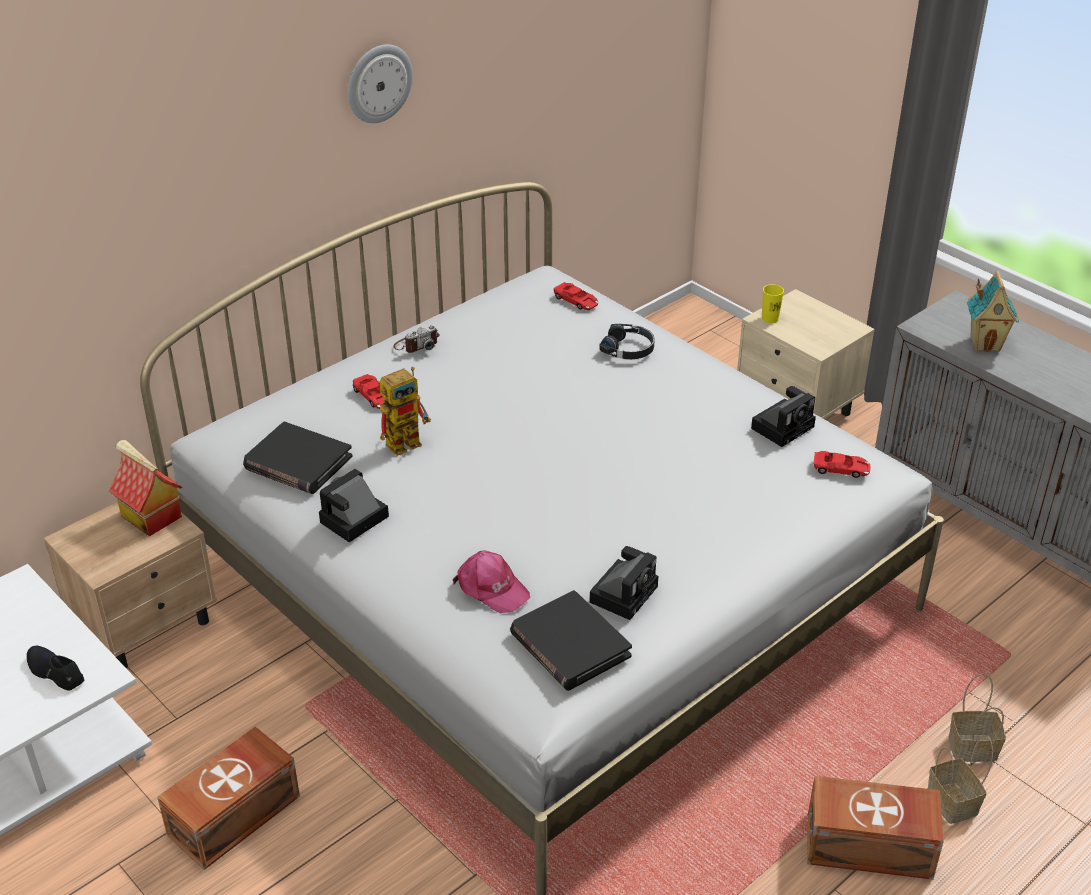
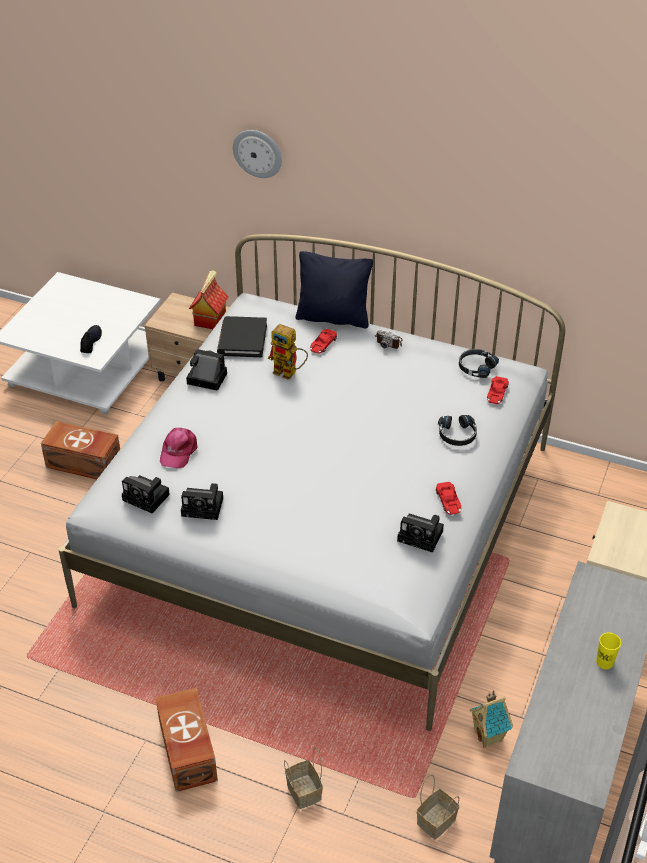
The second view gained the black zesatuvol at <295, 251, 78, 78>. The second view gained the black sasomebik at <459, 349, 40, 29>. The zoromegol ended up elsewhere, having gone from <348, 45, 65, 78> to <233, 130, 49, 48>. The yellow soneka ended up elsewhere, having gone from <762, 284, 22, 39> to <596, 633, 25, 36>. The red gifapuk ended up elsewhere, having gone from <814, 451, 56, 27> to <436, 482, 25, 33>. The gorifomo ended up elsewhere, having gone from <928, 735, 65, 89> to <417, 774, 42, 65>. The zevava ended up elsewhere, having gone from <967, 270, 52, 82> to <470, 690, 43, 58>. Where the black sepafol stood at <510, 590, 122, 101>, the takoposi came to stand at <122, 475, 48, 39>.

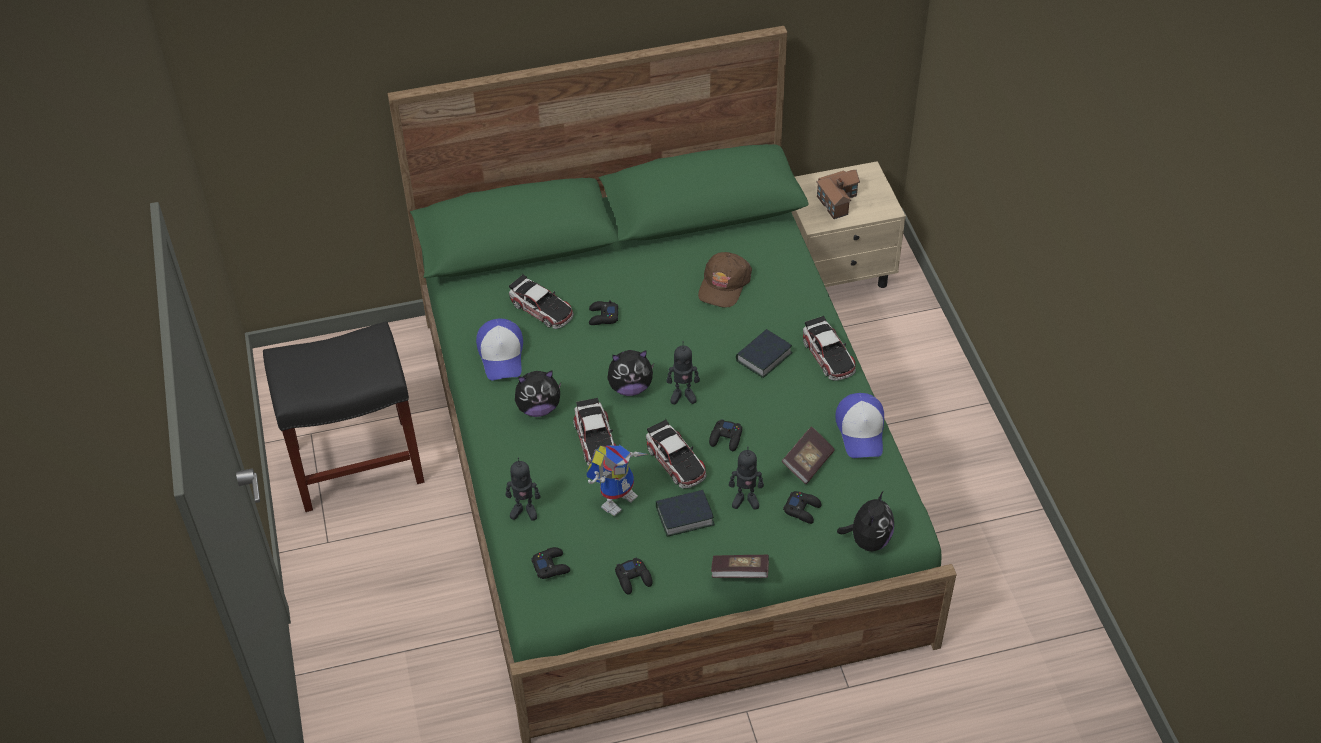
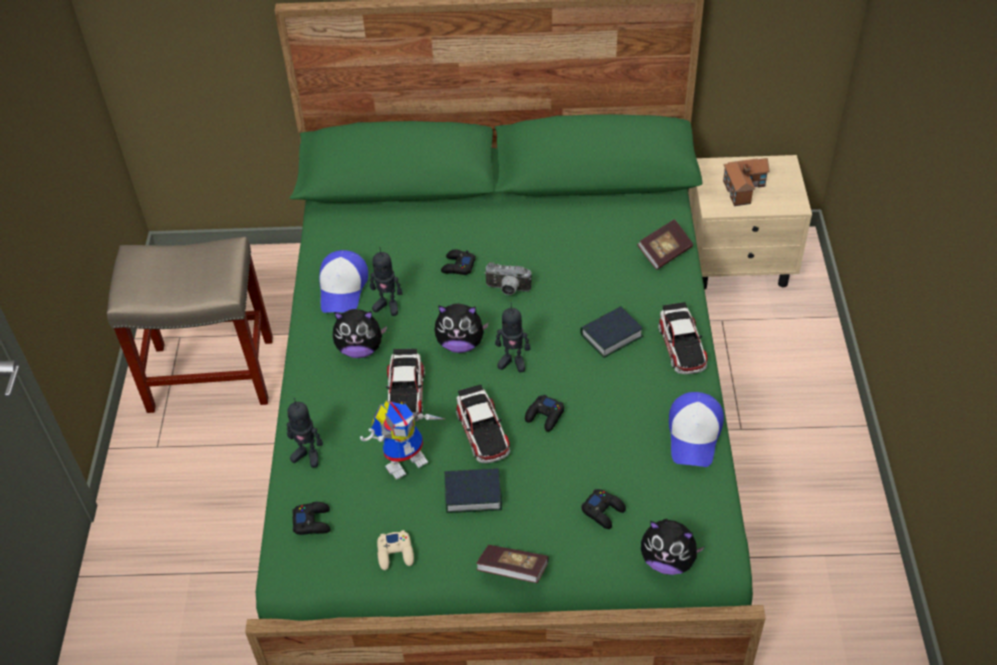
The second view lost the gifapuk at <509, 274, 65, 55>. The second view lost the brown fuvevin at <698, 252, 54, 56>. The second view gained the takoposi at <484, 262, 48, 33>. The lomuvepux ended up elsewhere, having gone from <729, 447, 35, 63> to <370, 247, 32, 69>. The sepafol ended up elsewhere, having gone from <781, 426, 54, 58> to <637, 219, 56, 51>. What was the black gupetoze at <263, 321, 161, 191> turned into the beige gupetoze at <107, 237, 166, 176>. What was the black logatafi at <615, 557, 38, 38> turned into the beige logatafi at <377, 530, 37, 40>. The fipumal at <837, 492, 57, 60> ended up facing another way, 75 degrees clockwise from before.

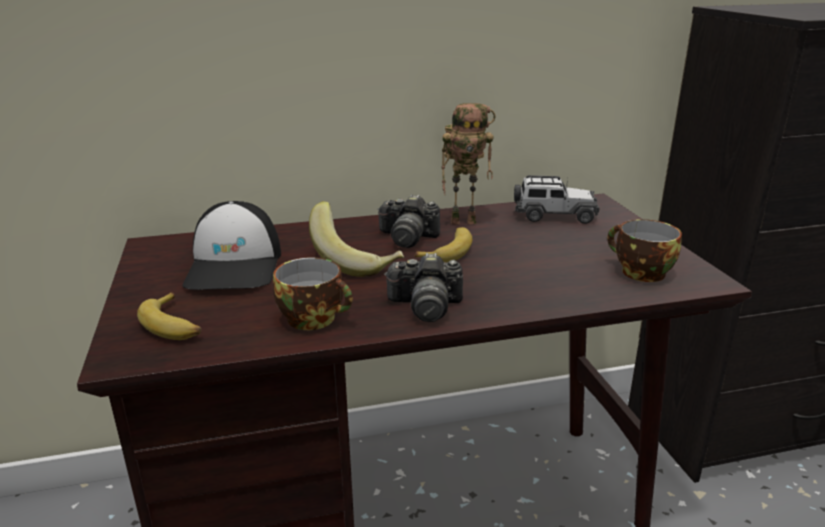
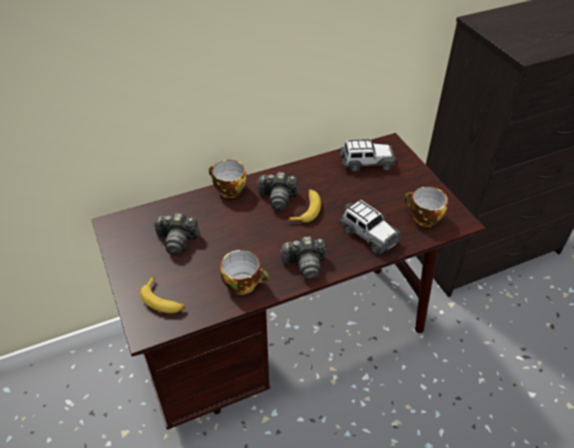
The second view lost the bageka at <309, 201, 95, 76>. The second view lost the lomuvepux at <441, 103, 55, 121>. The second view gained the soneka at <209, 160, 38, 38>. The second view gained the gifapuk at <340, 200, 61, 54>. Where the fuvevin stood at <182, 201, 99, 89>, the takoposi came to stand at <153, 213, 47, 42>.

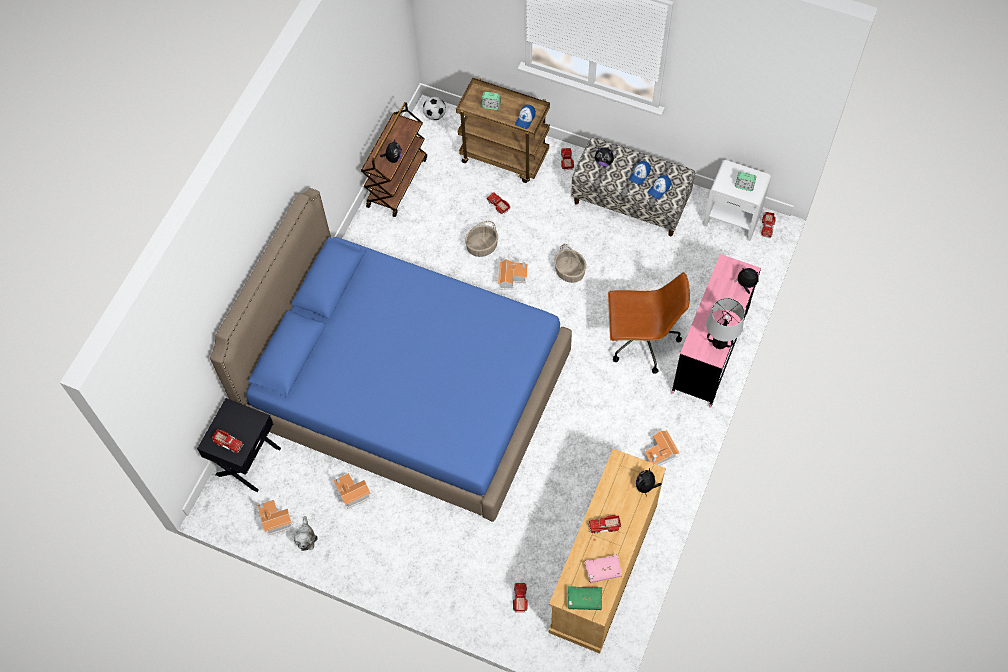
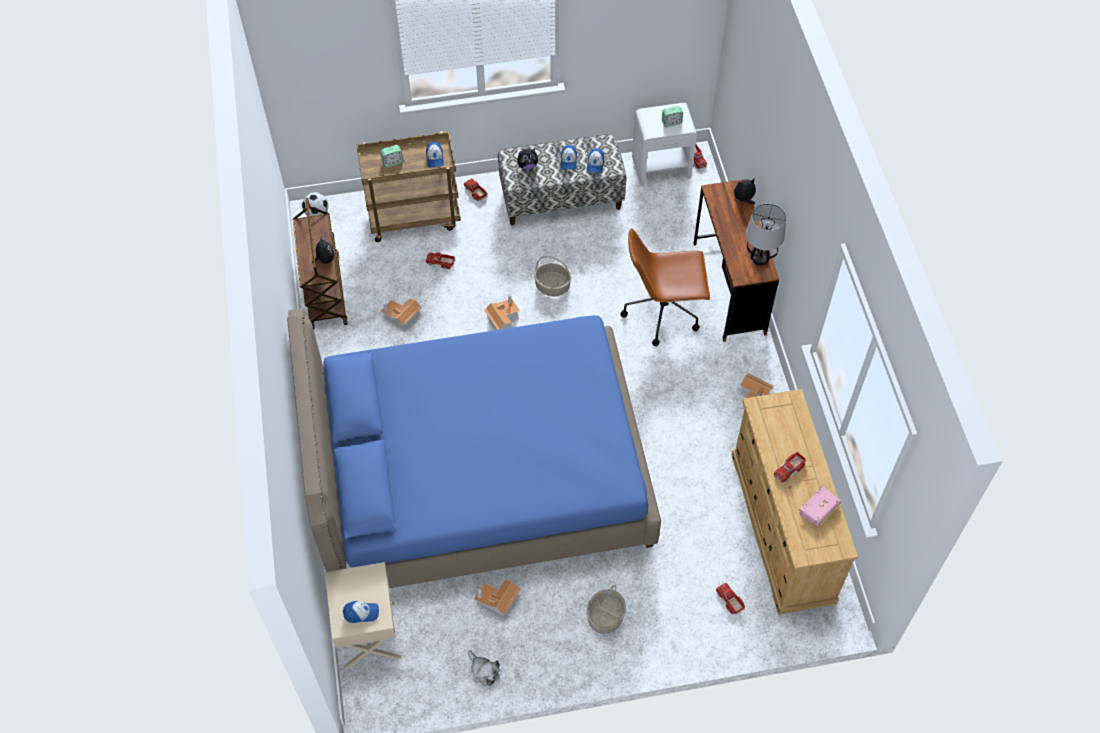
The second view lost the green sepafol at <568, 586, 34, 24>. The second view lost the fipumal at <636, 468, 26, 28>. The zevava ended up elsewhere, having gone from <257, 500, 36, 35> to <380, 299, 42, 33>. The gorifomo ended up elsewhere, having gone from <465, 221, 33, 36> to <587, 585, 39, 49>. Where the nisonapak stood at <212, 429, 32, 23>, the fuvevin came to stand at <343, 601, 36, 22>. What was the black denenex at <197, 398, 84, 94> turned into the beige denenex at <325, 562, 77, 107>. What was the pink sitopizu at <672, 254, 89, 154> turned into the brown sitopizu at <693, 179, 86, 163>. The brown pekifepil at <608, 272, 82, 102> ended up facing another way, 150 degrees counterclockwise from before.

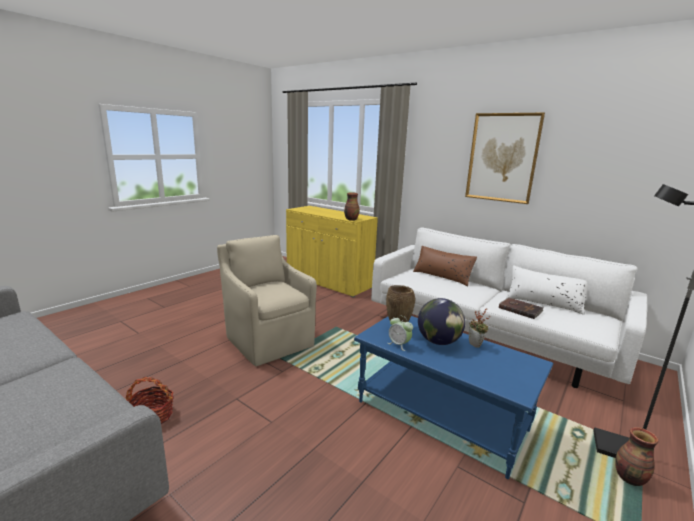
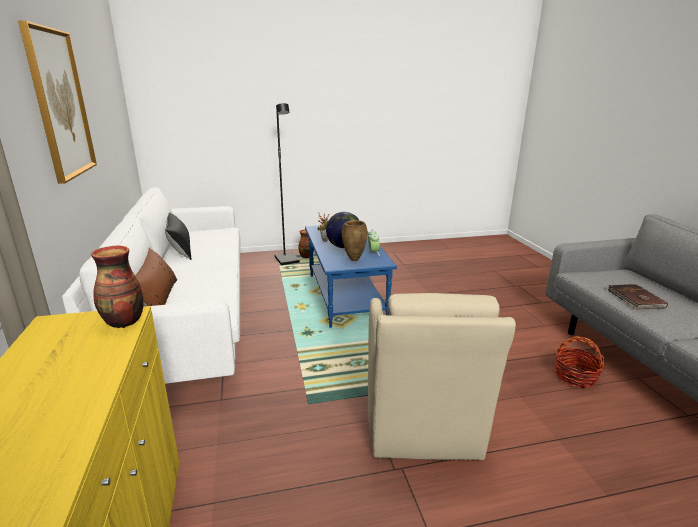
The brown sepafol ended up elsewhere, having gone from <499, 298, 45, 21> to <607, 284, 61, 26>. What was the white zesatuvol at <506, 266, 82, 49> turned into the black zesatuvol at <165, 212, 27, 48>.

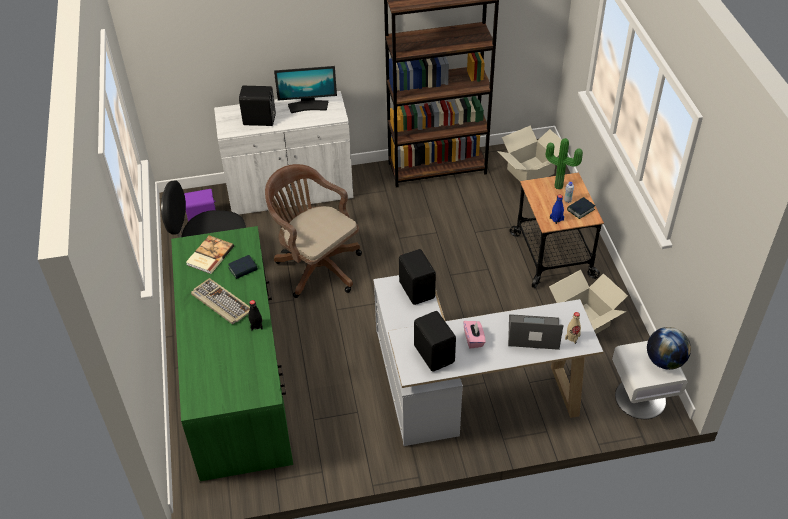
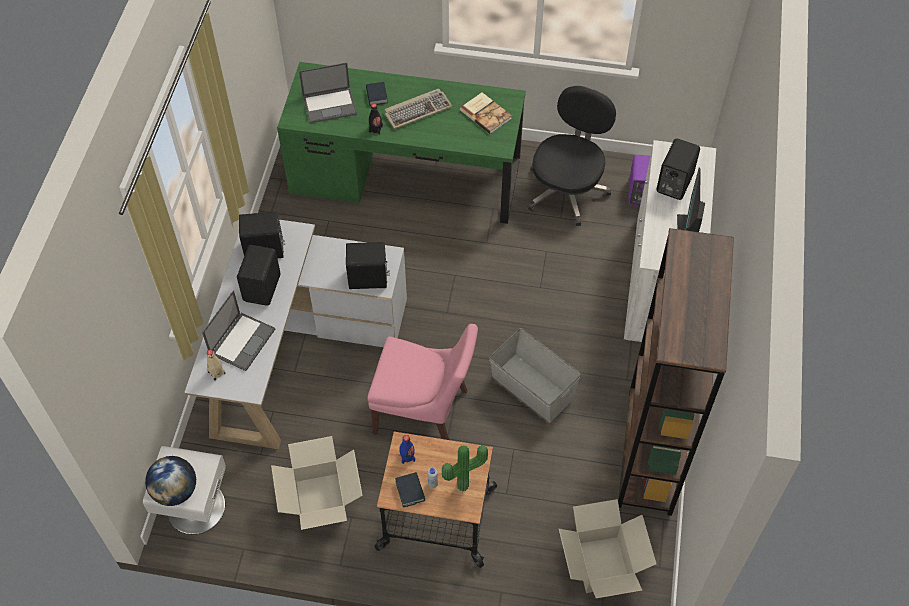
The second view lost the brown pekifepil at <265, 164, 97, 134>. The second view gained the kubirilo at <299, 63, 58, 61>. The second view gained the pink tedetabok at <367, 324, 111, 116>. The second view gained the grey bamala at <489, 328, 92, 94>. The sepafol ended up elsewhere, having gone from <228, 255, 30, 24> to <366, 82, 22, 24>. Where the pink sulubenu stood at <463, 321, 23, 28>, the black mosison came to stand at <237, 245, 44, 61>.

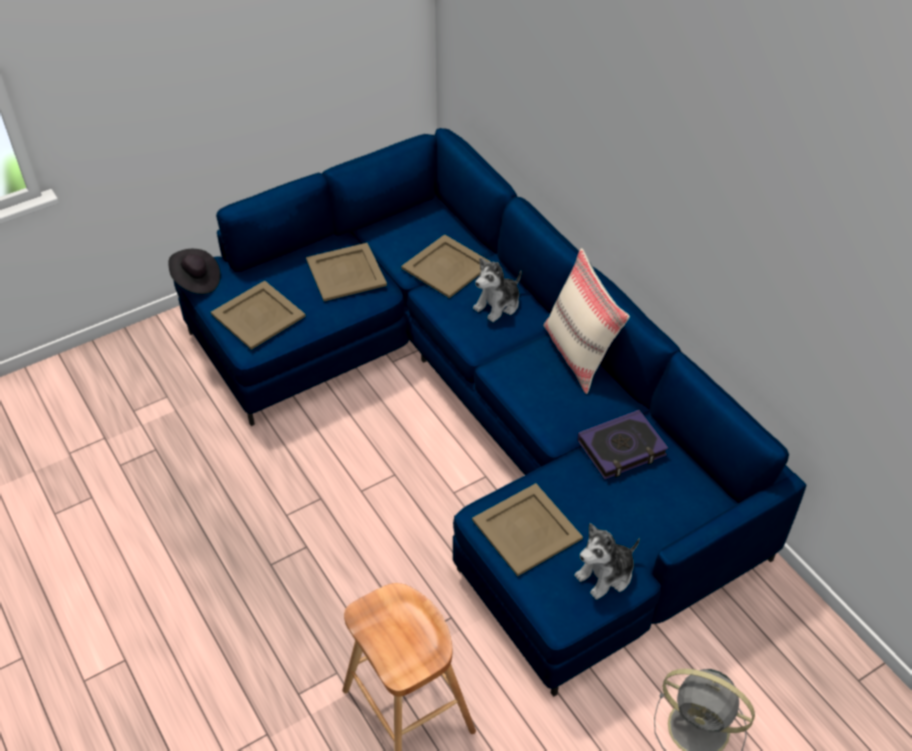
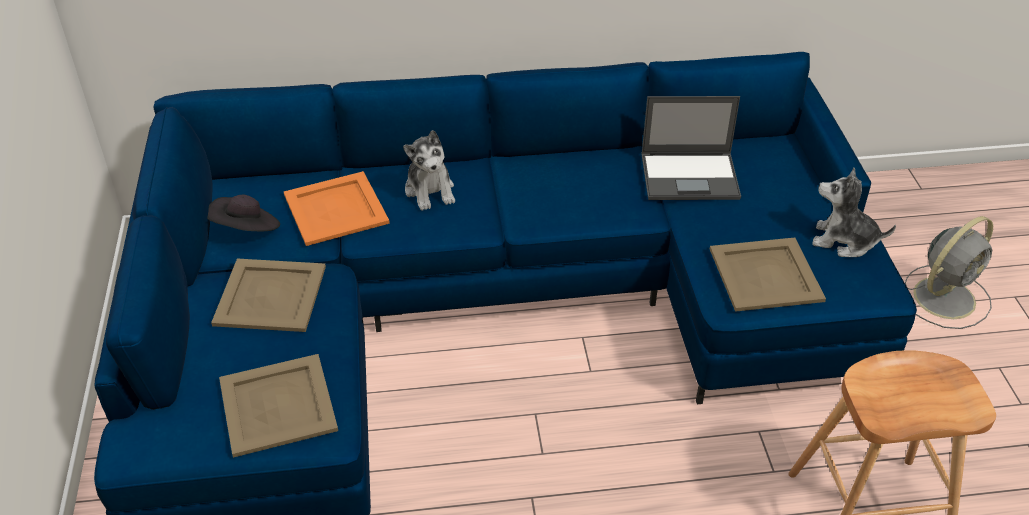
The second view lost the beige zesatuvol at <543, 248, 87, 146>. The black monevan ended up elsewhere, having gone from <168, 249, 53, 45> to <207, 195, 73, 36>. Where the sepafol stood at <577, 410, 92, 70>, the kubirilo came to stand at <641, 96, 100, 104>. What was the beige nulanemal at <401, 234, 90, 64> turned into the orange nulanemal at <284, 171, 106, 75>. The fipumal at <574, 523, 66, 77> ended up facing another way, 120 degrees clockwise from before.

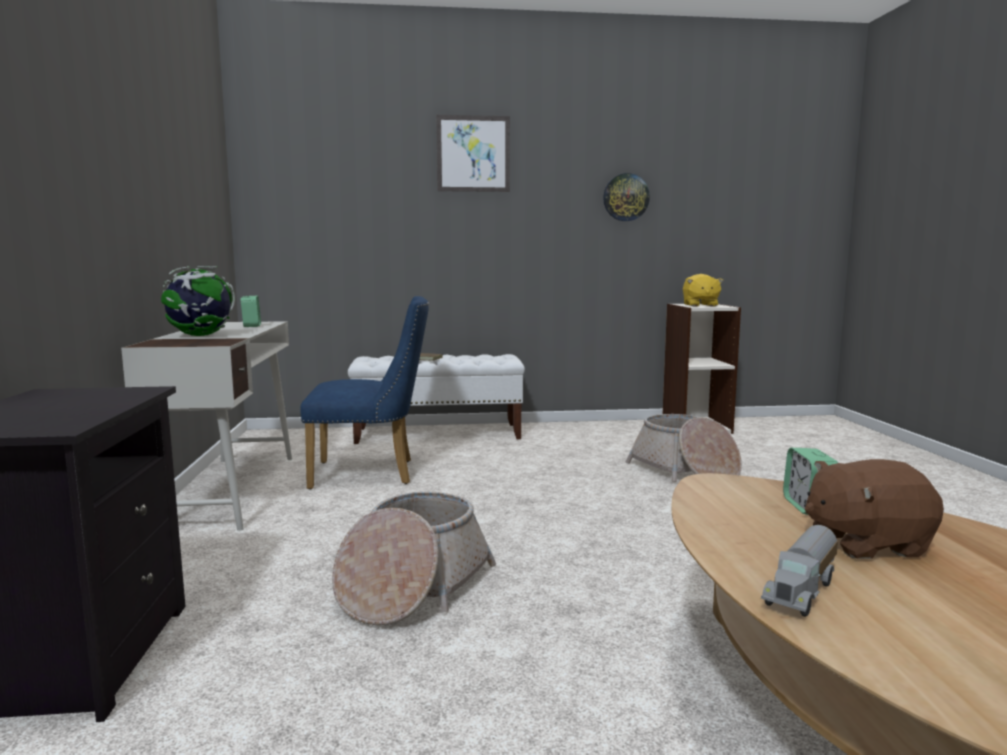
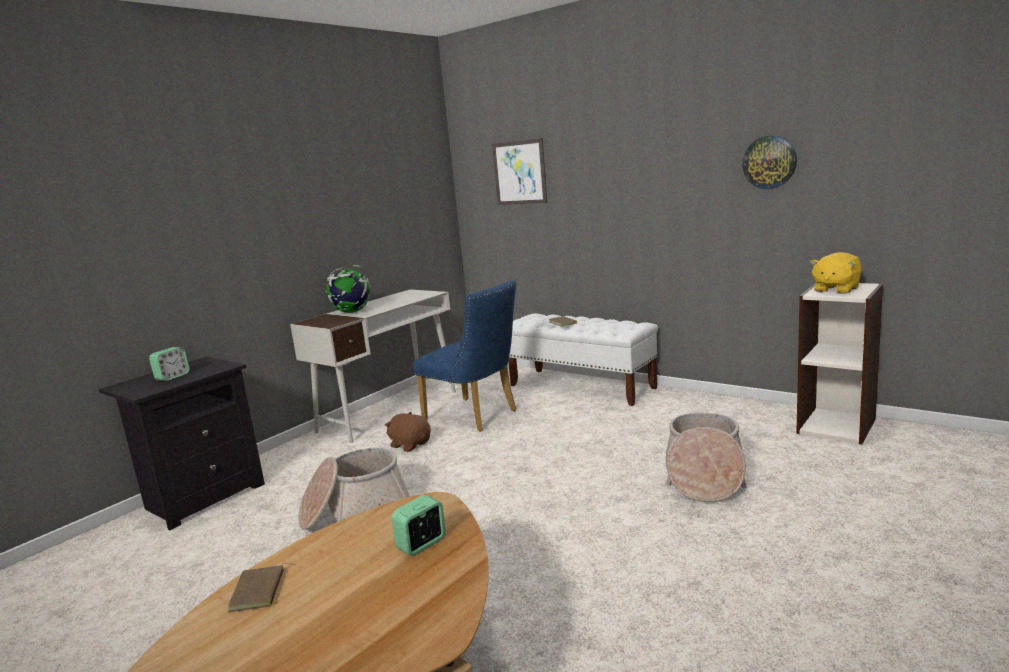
The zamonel ended up elsewhere, having gone from <241, 296, 20, 31> to <149, 347, 41, 34>. The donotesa ended up elsewhere, having gone from <436, 115, 74, 77> to <492, 138, 55, 67>. The brown fipumal ended up elsewhere, having gone from <805, 459, 139, 100> to <385, 412, 46, 40>. Where the nisonapak stood at <761, 525, 77, 92>, the brown sepafol came to stand at <228, 563, 67, 49>.

